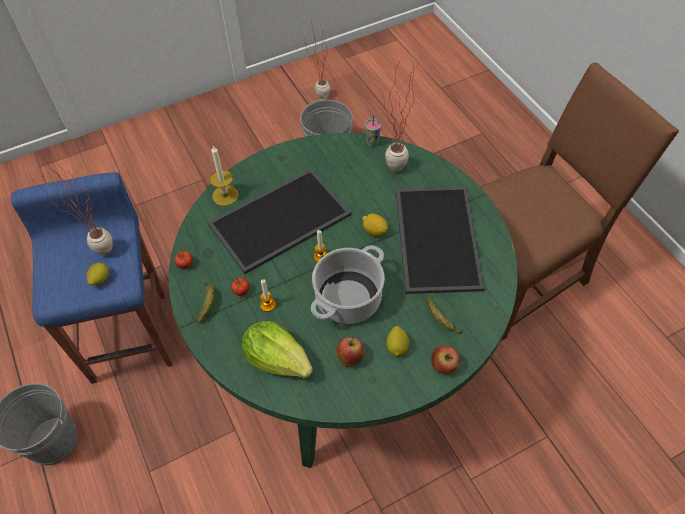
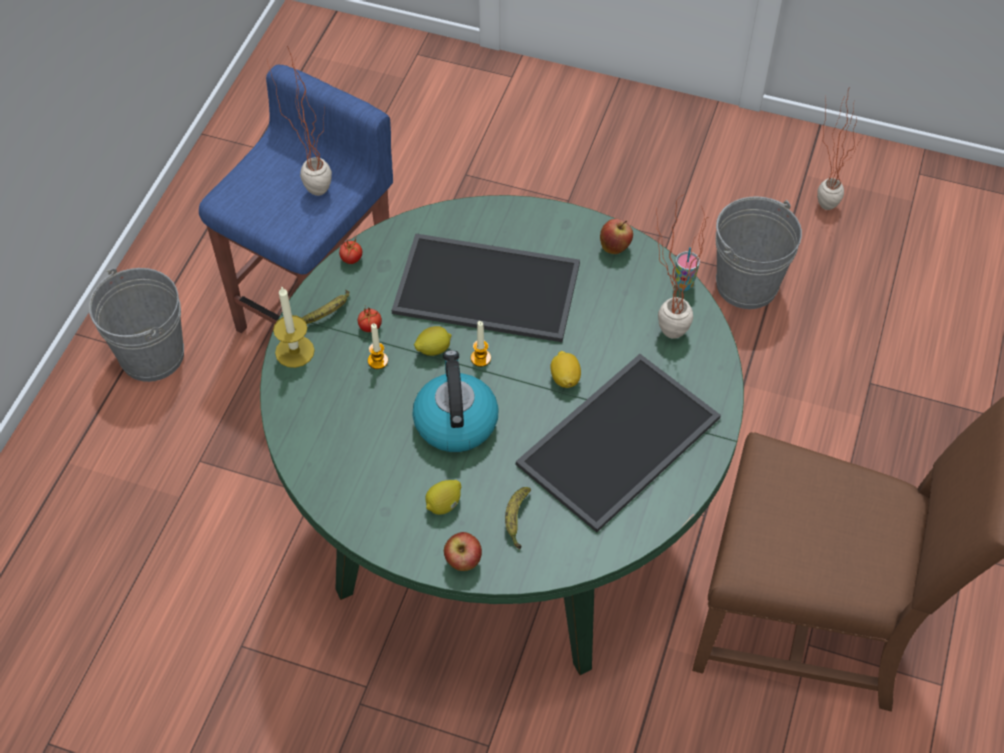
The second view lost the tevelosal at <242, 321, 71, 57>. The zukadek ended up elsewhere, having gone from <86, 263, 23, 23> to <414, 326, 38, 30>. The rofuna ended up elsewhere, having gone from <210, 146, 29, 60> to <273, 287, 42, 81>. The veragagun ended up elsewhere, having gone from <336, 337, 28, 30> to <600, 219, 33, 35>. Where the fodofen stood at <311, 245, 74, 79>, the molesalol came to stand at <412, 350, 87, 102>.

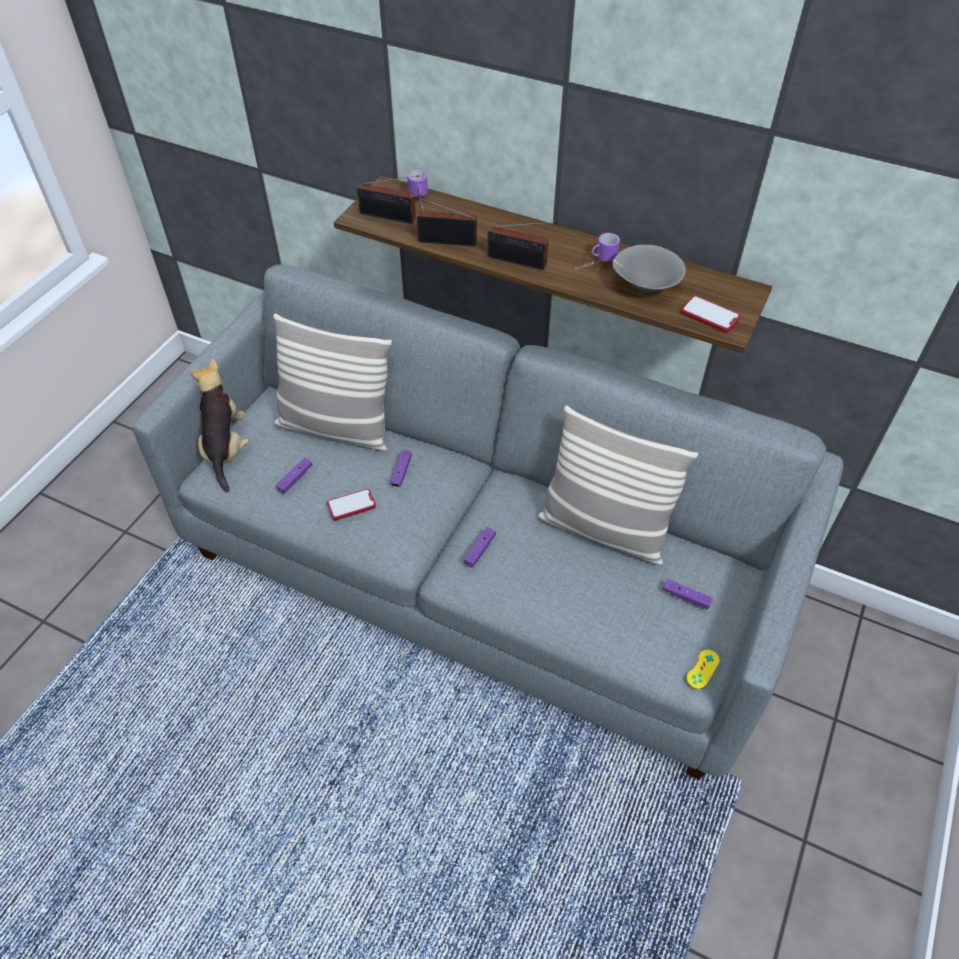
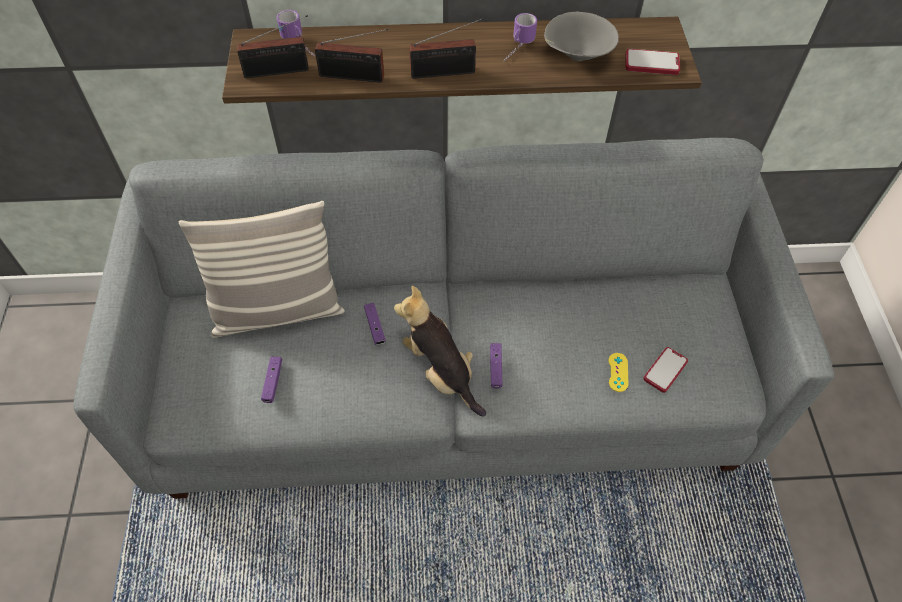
The second view lost the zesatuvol at <536, 405, 162, 160>. The second view lost the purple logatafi at <663, 579, 50, 30>. The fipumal ended up elsewhere, having gone from <191, 359, 59, 133> to <394, 286, 92, 131>. The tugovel ended up elsewhere, having gone from <327, 489, 49, 31> to <643, 347, 45, 46>. The yellow logatafi ended up elsewhere, having gone from <687, 650, 33, 39> to <608, 353, 21, 39>. The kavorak at <409, 194, 68, 52> ended up facing another way, 150 degrees counterclockwise from before.

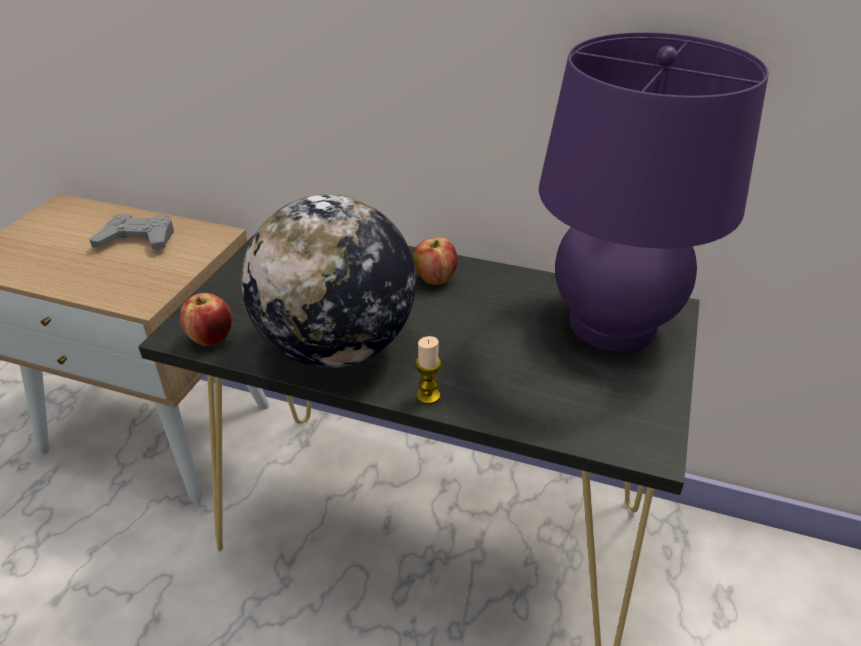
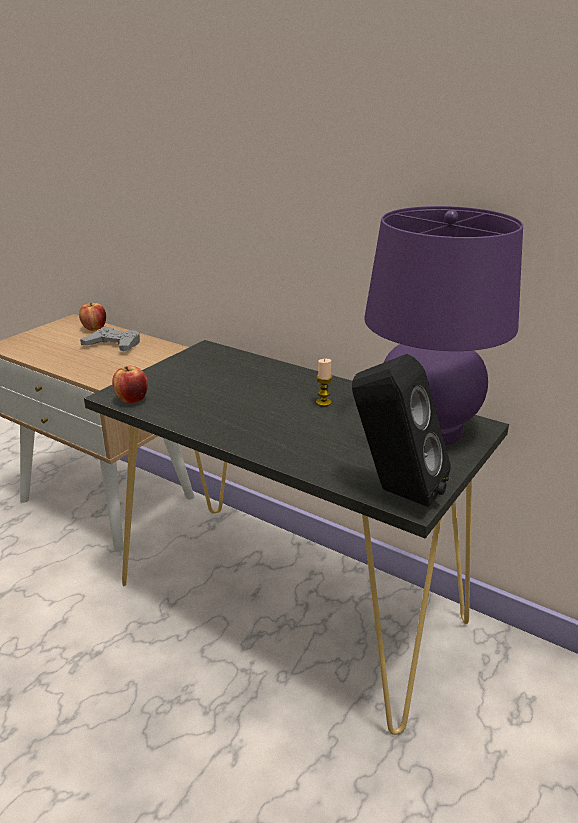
The second view lost the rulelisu at <241, 195, 175, 173>. The second view gained the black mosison at <352, 354, 99, 153>. The veragagun ended up elsewhere, having gone from <413, 237, 44, 48> to <79, 303, 27, 28>. The rofuna ended up elsewhere, having gone from <416, 336, 25, 68> to <316, 359, 16, 47>.

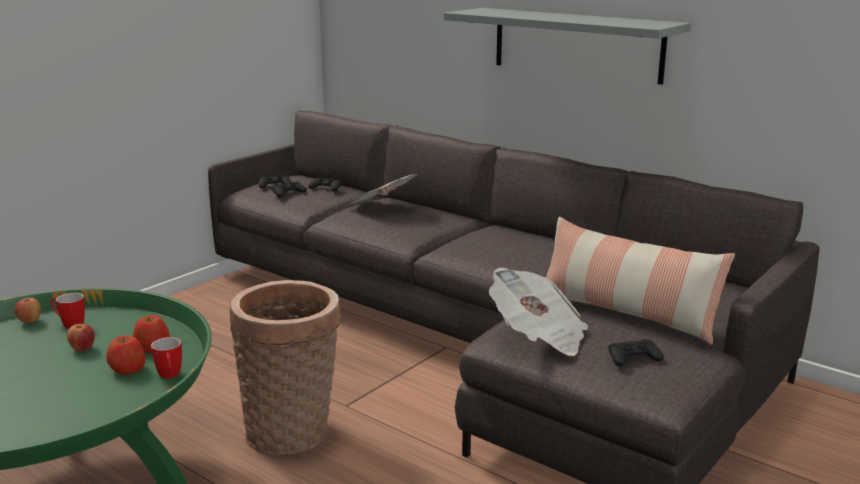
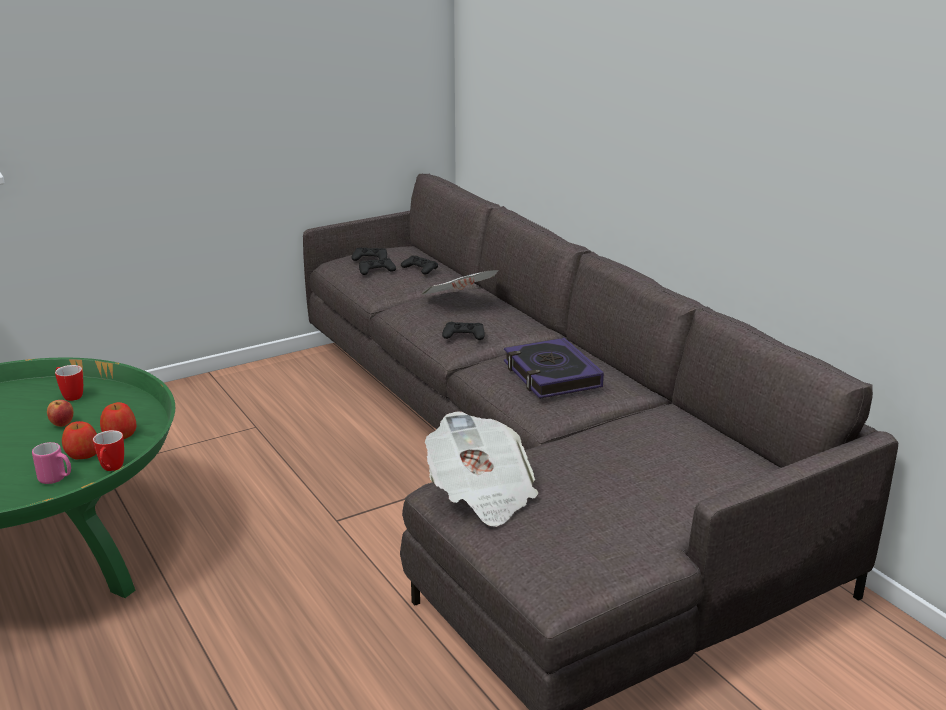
The second view lost the veragagun at <15, 298, 26, 25>. The second view lost the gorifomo at <230, 280, 111, 176>. The second view lost the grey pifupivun at <444, 8, 247, 77>. The second view lost the zesatuvol at <546, 217, 189, 128>. The second view gained the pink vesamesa at <32, 442, 39, 42>. The second view gained the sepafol at <504, 338, 100, 61>. The black logatafi ended up elsewhere, having gone from <608, 339, 56, 27> to <442, 322, 43, 18>.

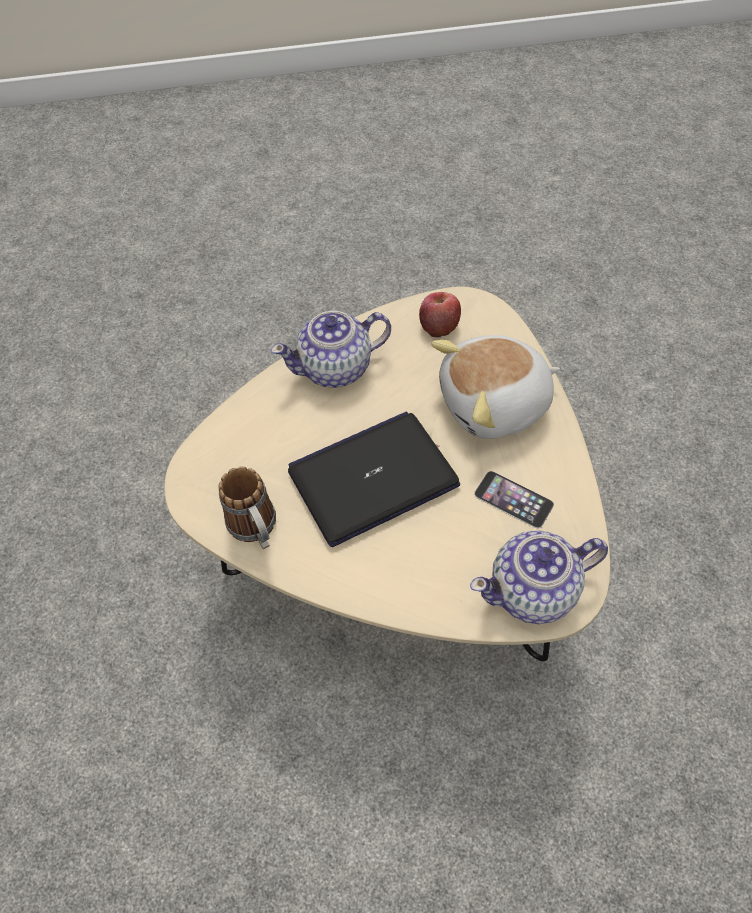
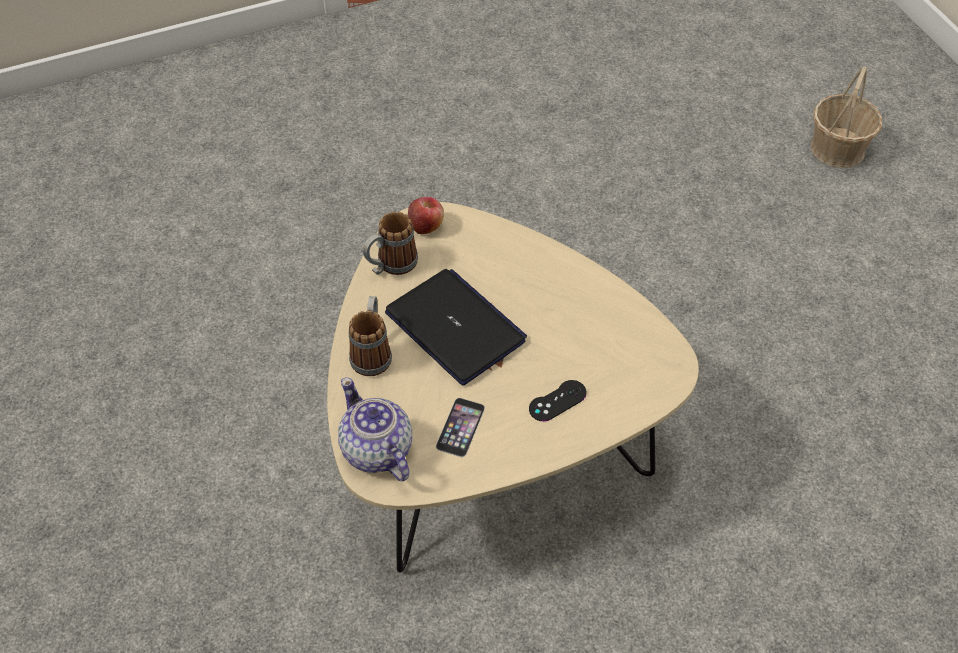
The second view lost the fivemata at <271, 310, 120, 78>. The second view gained the vesamesa at <349, 296, 43, 80>. The second view gained the gorifomo at <811, 66, 71, 102>. The veragagun ended up elsewhere, having gone from <419, 292, 42, 45> to <408, 197, 36, 37>. Where the fipumal stood at <431, 335, 129, 104>, the black logatafi came to stand at <529, 380, 57, 41>.

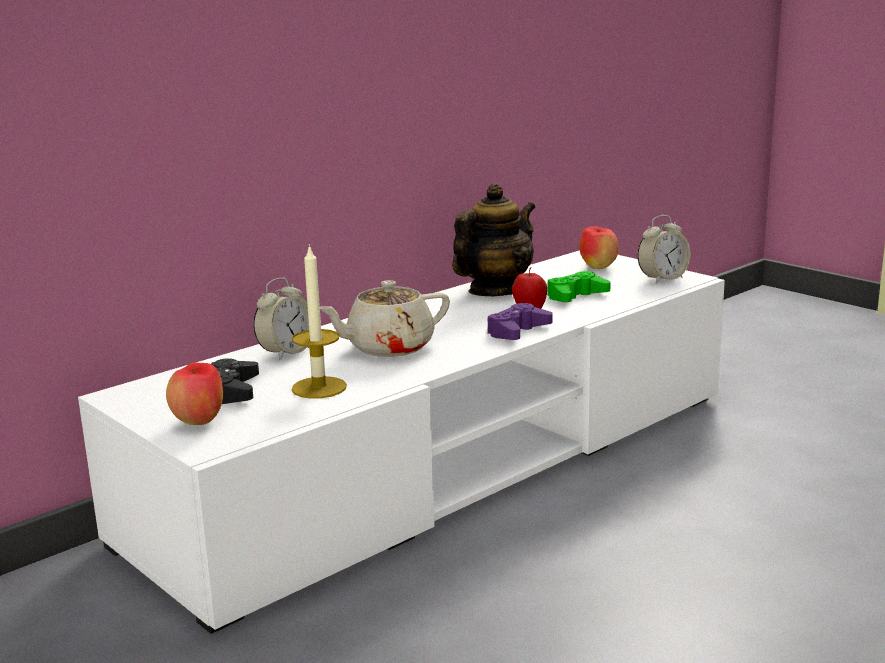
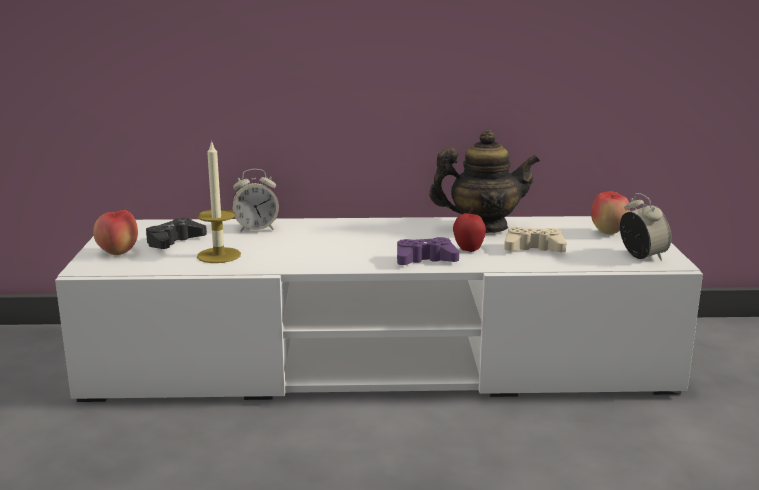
The second view lost the beige fivemata at <320, 280, 130, 77>. What was the green logatafi at <547, 271, 64, 31> turned into the beige logatafi at <504, 227, 63, 25>. The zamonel at <638, 215, 52, 69> ended up facing another way, 120 degrees counterclockwise from before.

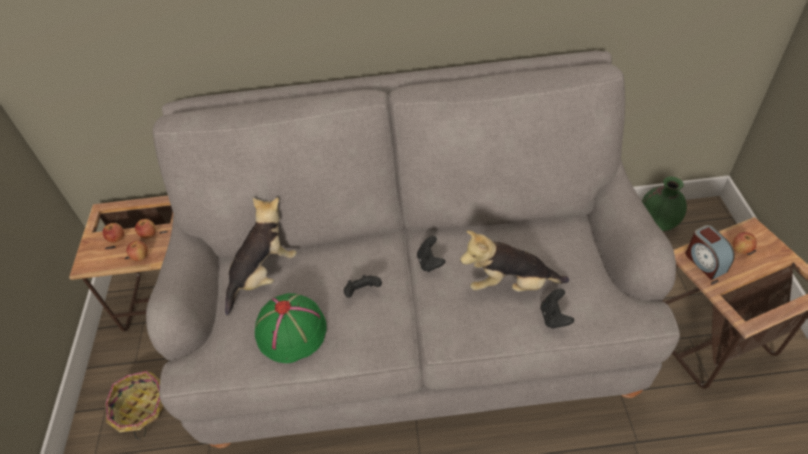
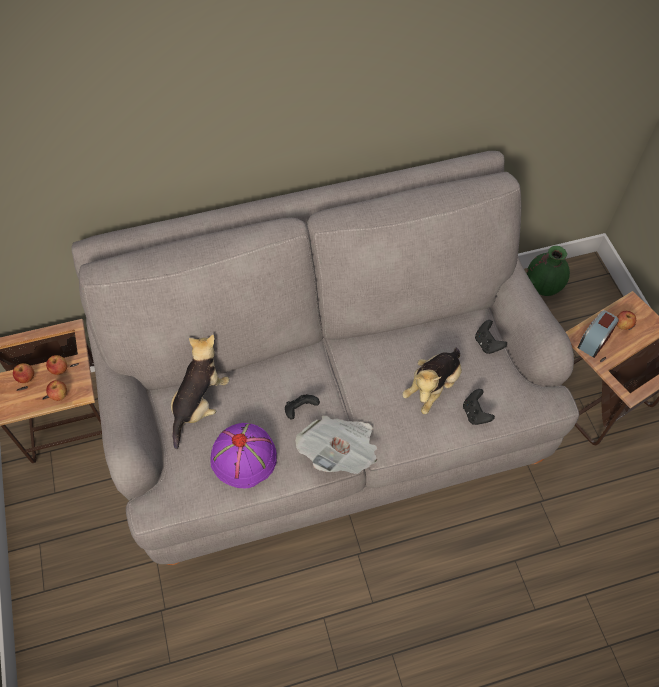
The second view lost the gorifomo at <105, 371, 59, 69>. The second view gained the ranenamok at <295, 416, 82, 58>. The black logatafi ended up elsewhere, having gone from <417, 236, 28, 36> to <475, 320, 32, 34>. What was the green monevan at <255, 293, 72, 70> turned into the purple monevan at <211, 423, 66, 65>. The fipumal at <460, 230, 109, 62> ended up facing another way, 45 degrees counterclockwise from before. The zamonel at <686, 225, 49, 55> ended up facing another way, 75 degrees clockwise from before.

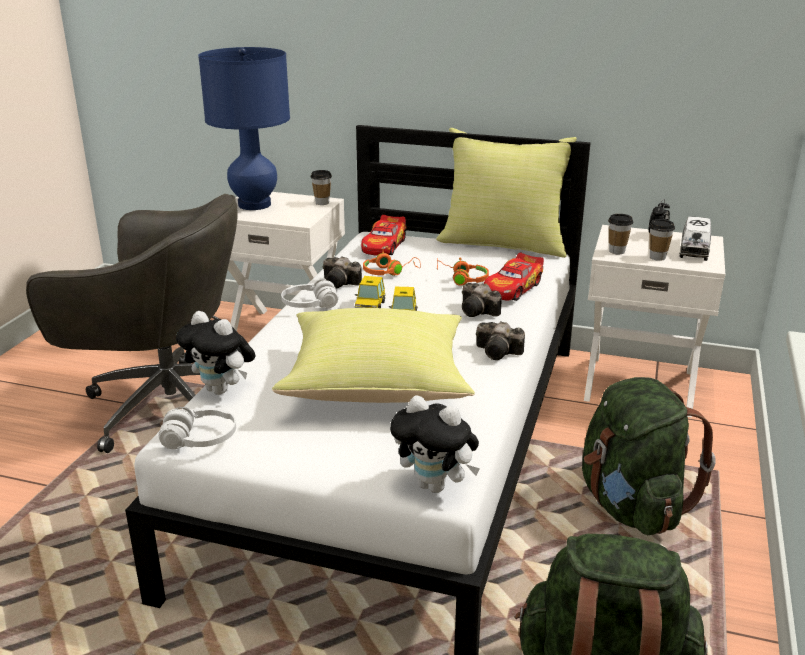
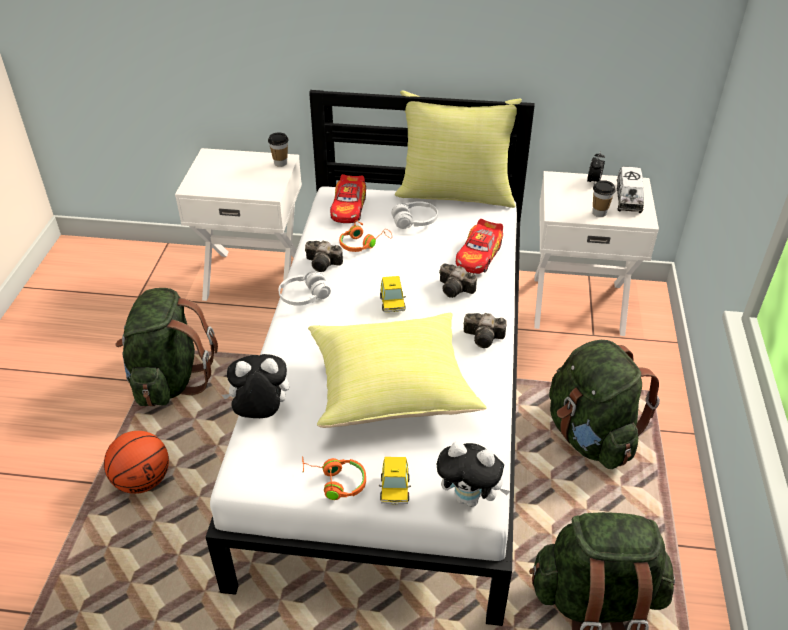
The second view lost the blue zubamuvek at <198, 47, 92, 163>. The second view lost the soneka at <608, 214, 25, 40>. The second view gained the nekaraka at <104, 431, 65, 63>. The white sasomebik ended up elsewhere, having gone from <158, 407, 78, 42> to <391, 201, 47, 28>. The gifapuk ended up elsewhere, having gone from <355, 276, 30, 32> to <379, 457, 32, 48>. The orange sasomebik ended up elsewhere, having gone from <437, 257, 52, 29> to <302, 456, 64, 44>. Where the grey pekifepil stood at <26, 194, 211, 259>, the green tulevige came to stand at <116, 288, 102, 119>. The fipumal at <176, 311, 79, 84> ended up facing another way, 150 degrees clockwise from before.

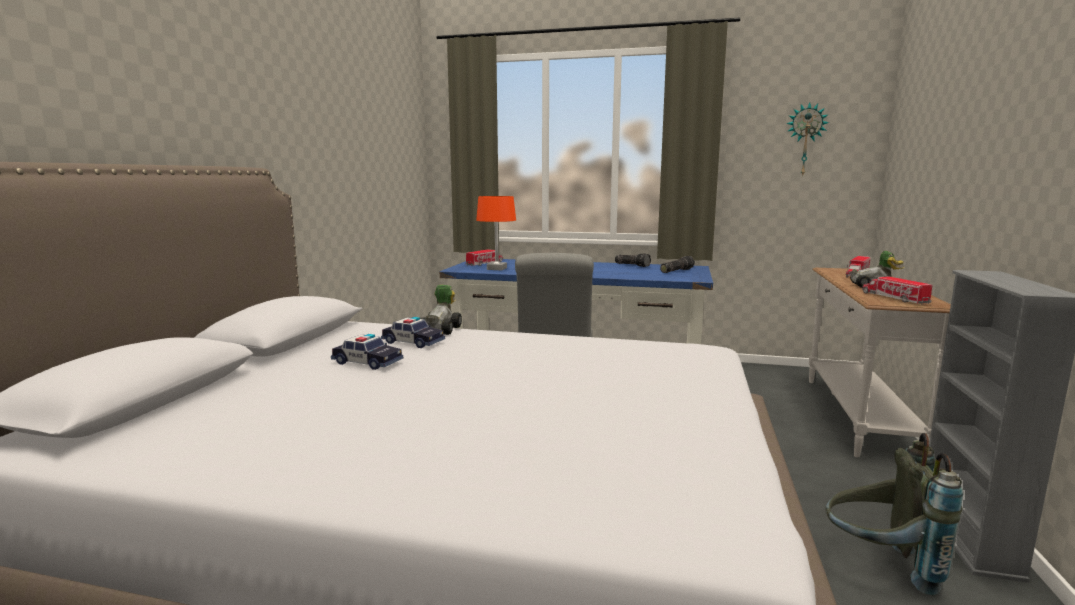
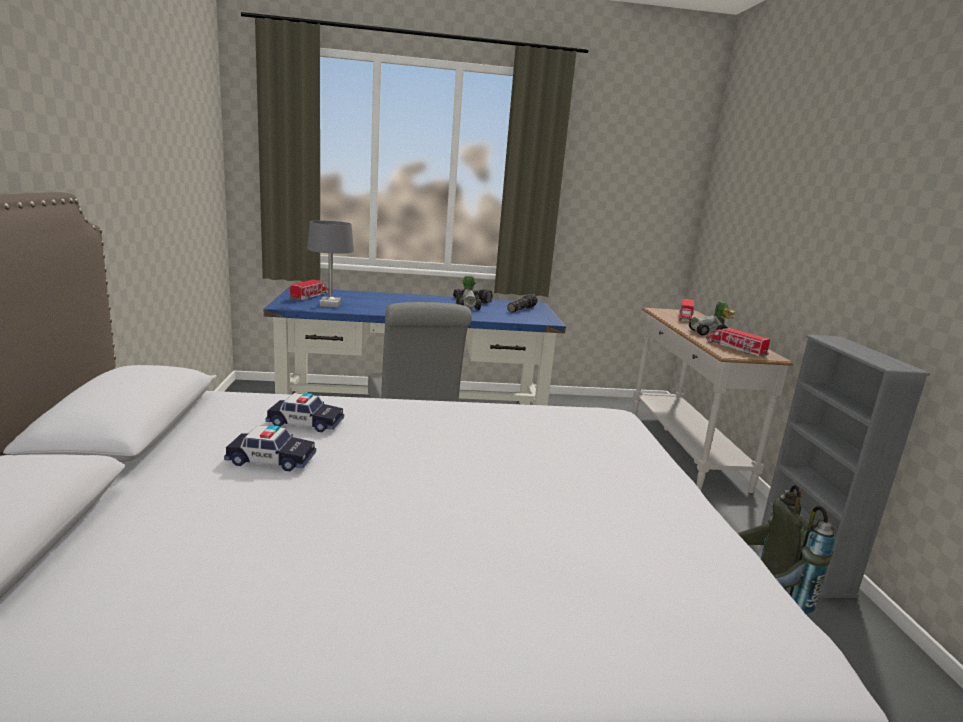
The second view lost the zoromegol at <786, 103, 43, 74>. The gifapuk ended up elsewhere, having gone from <420, 285, 42, 50> to <456, 276, 25, 34>. What was the orange zubamuvek at <476, 196, 40, 74> turned into the grey zubamuvek at <307, 220, 47, 88>.

